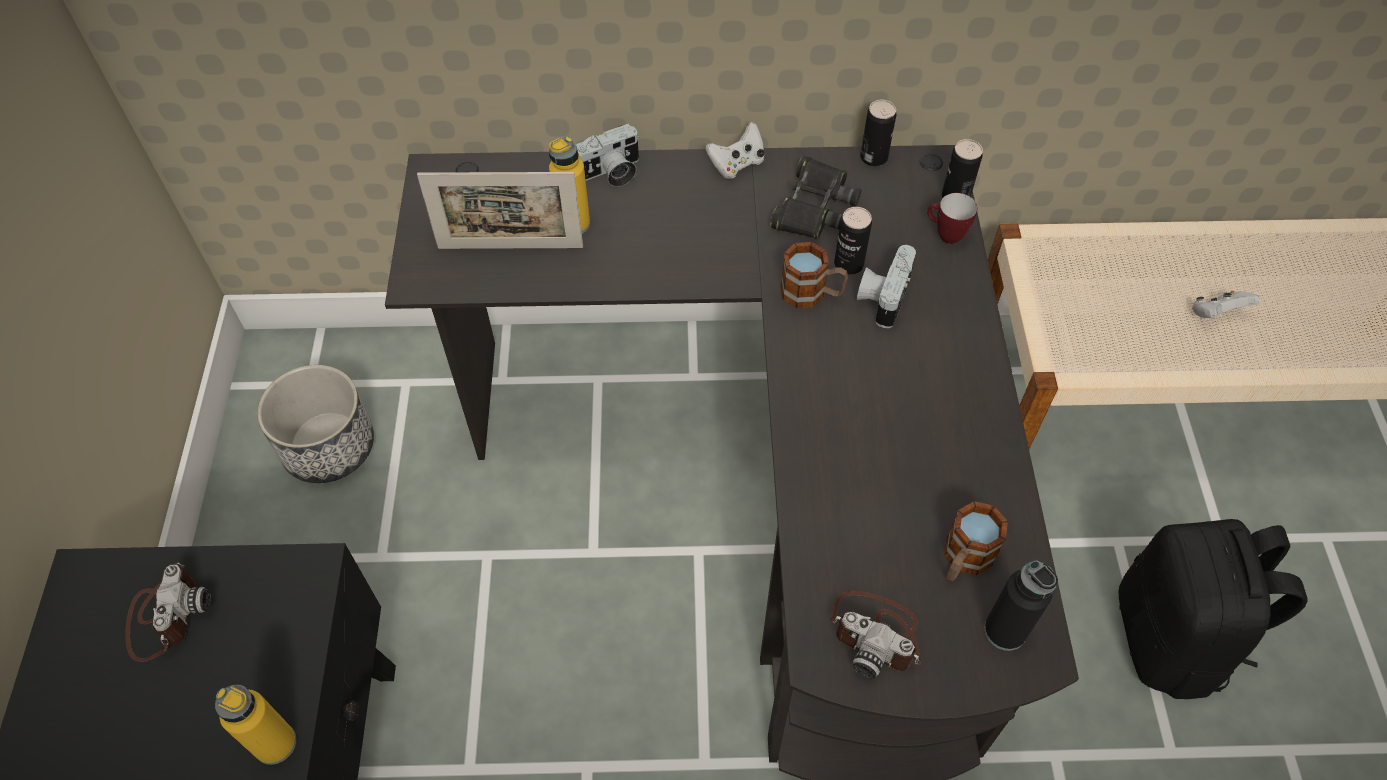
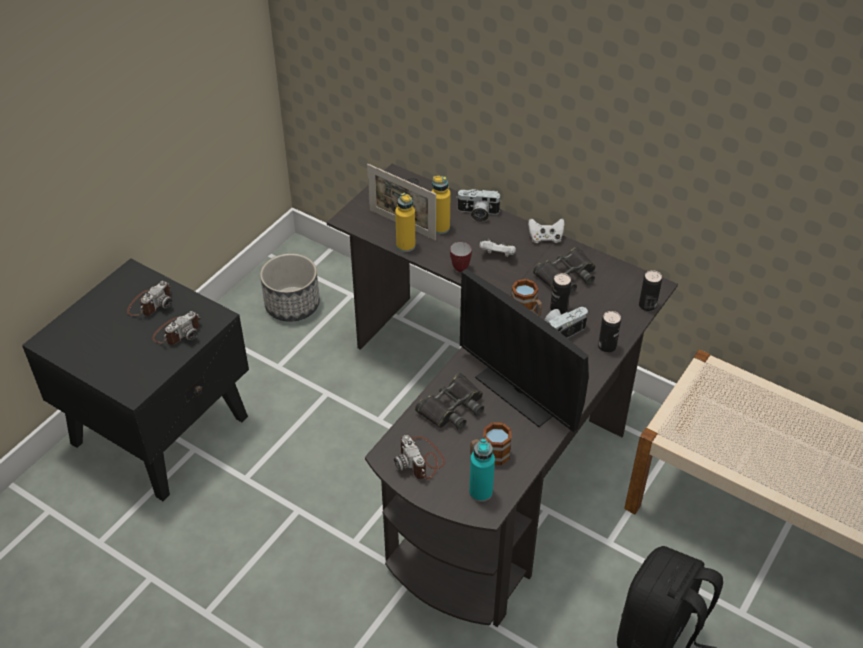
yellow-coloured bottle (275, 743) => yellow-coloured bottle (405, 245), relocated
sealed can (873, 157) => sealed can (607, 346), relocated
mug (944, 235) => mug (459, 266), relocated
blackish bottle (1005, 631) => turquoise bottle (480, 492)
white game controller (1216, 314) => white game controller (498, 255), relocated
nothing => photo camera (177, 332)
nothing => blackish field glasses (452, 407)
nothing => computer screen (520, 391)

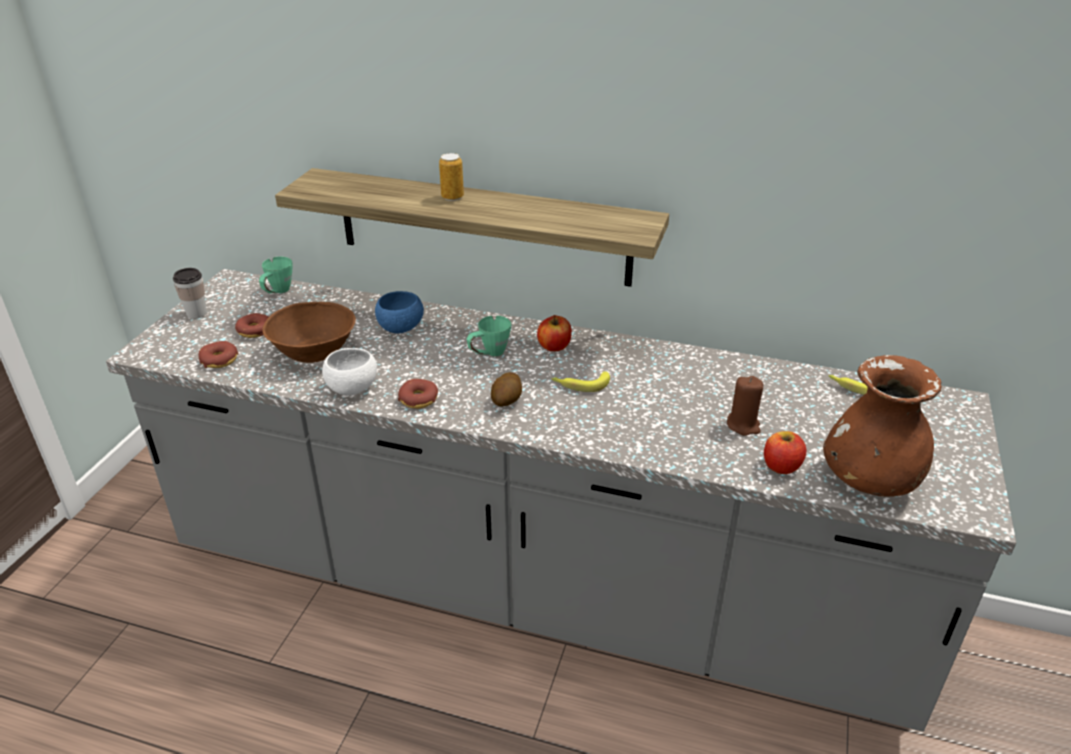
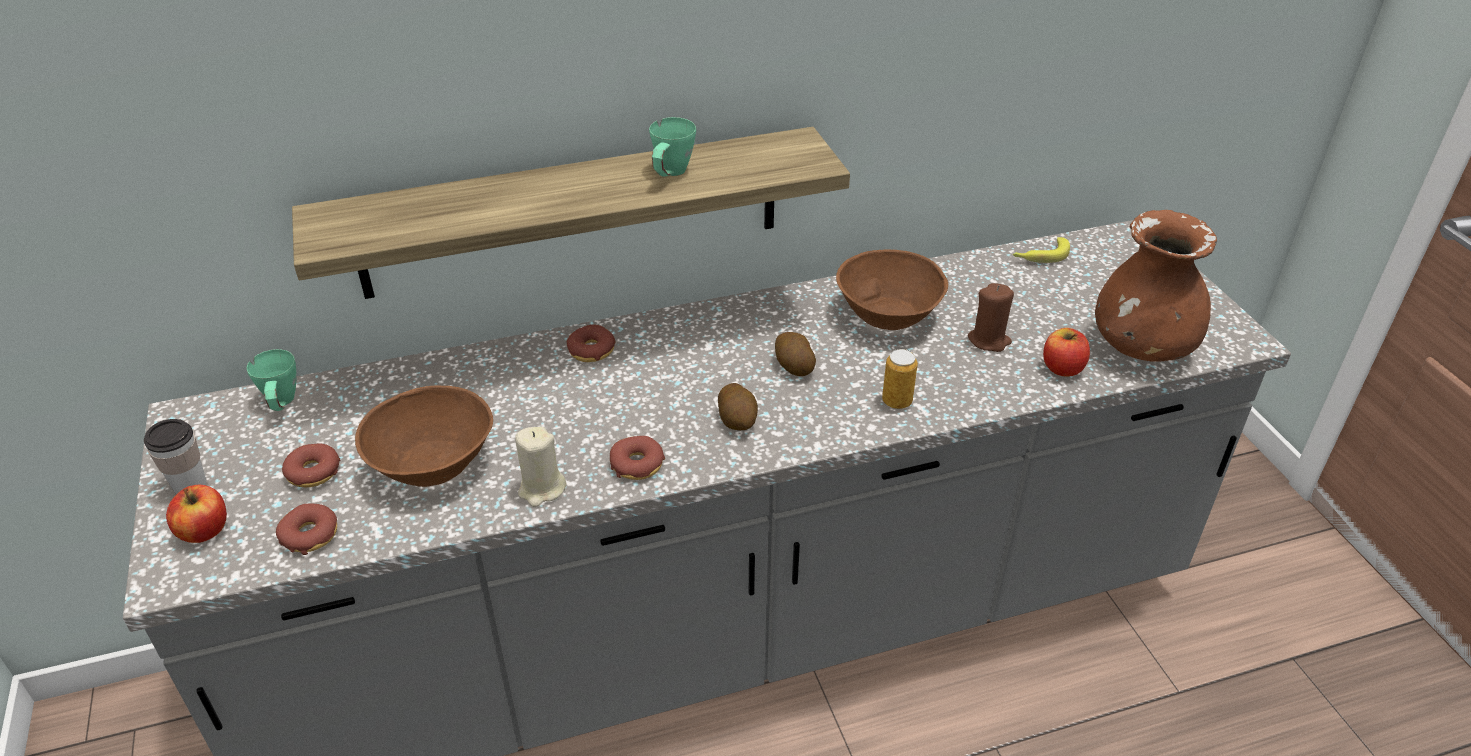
white bowl (352, 389) => beige-coloured candle (541, 489)
bluish bowl (400, 328) => nothing
sealed can (452, 197) => sealed can (897, 401), relocated
green mug (489, 354) => green mug (670, 175), relocated
whole apple (554, 346) => whole apple (204, 530), relocated
banana (580, 384) => potato (793, 366)
nothing => donut (591, 350)
nothing => brown-coloured bowl (890, 315)

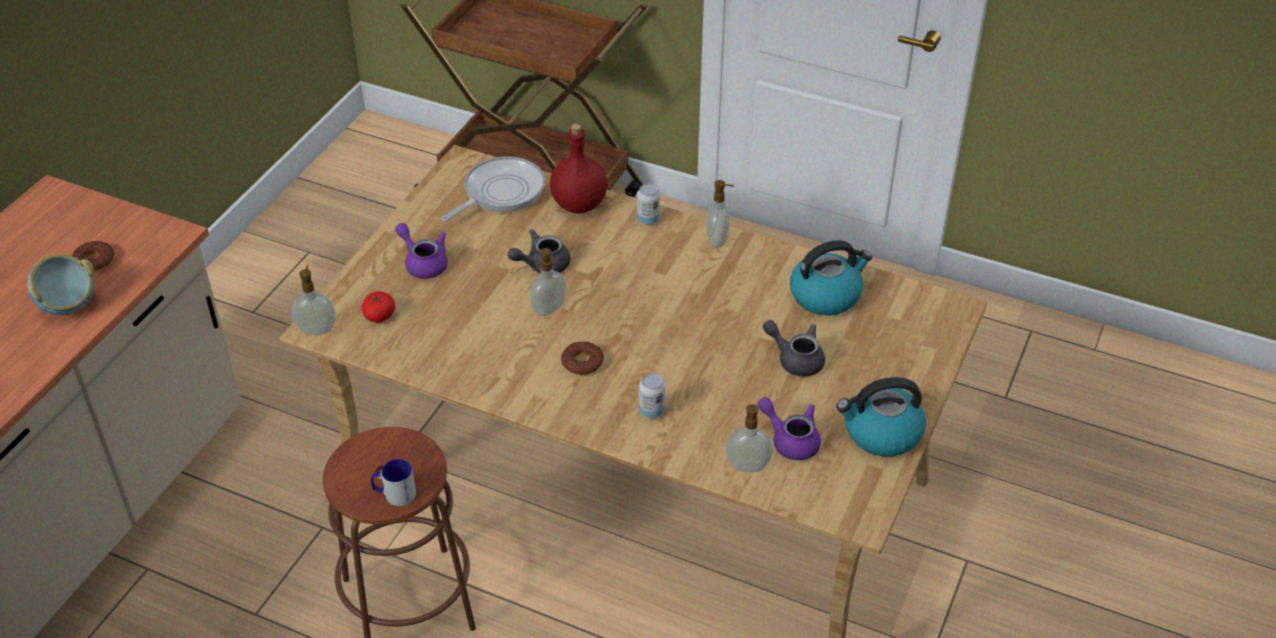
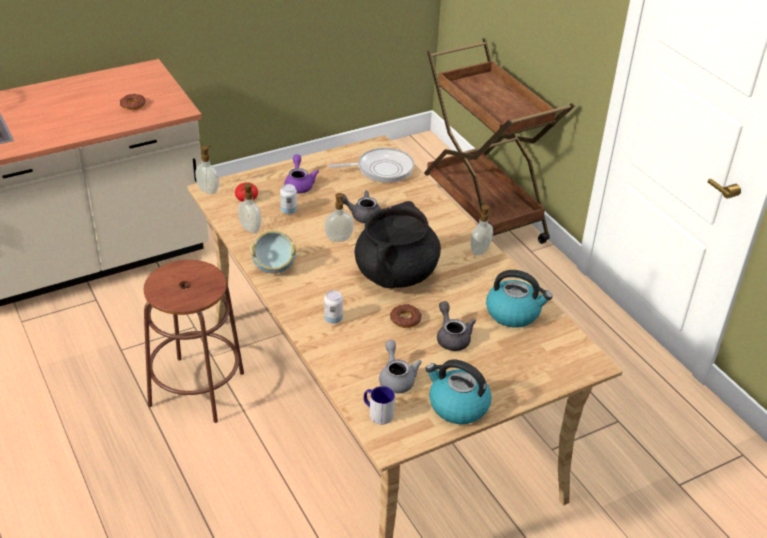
bowl (68, 306) => bowl (273, 268), relocated
mug (394, 494) => mug (377, 413), relocated
red bottle (578, 205) => nothing
donut (582, 362) => donut (405, 319), relocated
sealed can (648, 220) => sealed can (289, 211), relocated
soap bottle (747, 467) => soap bottle (249, 229), relocated
purplish pot for tea (790, 440) => grey pot for tea (396, 378)
nothing => blackish stockpot (396, 274)

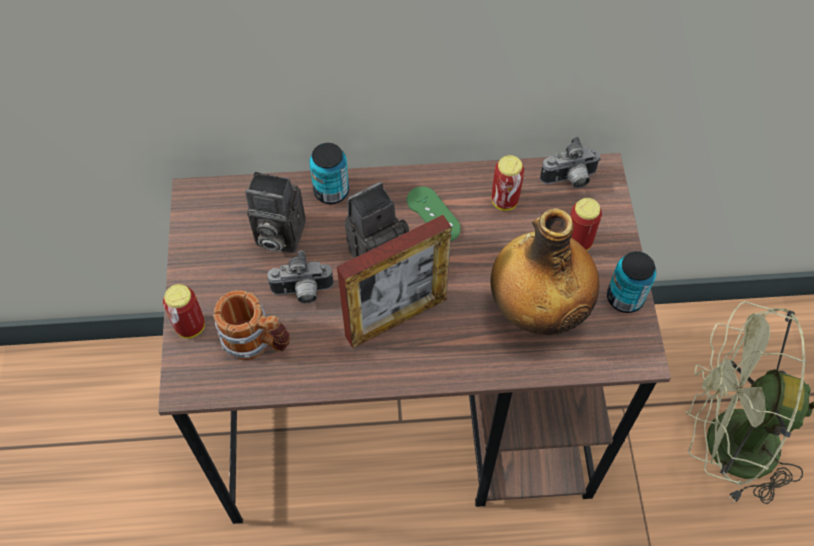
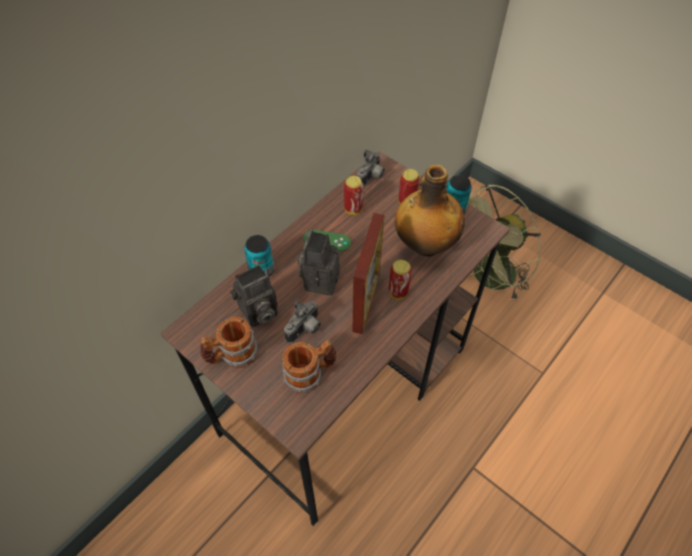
sealed can (190, 326) => sealed can (398, 292), relocated
nothing => mug (232, 355)

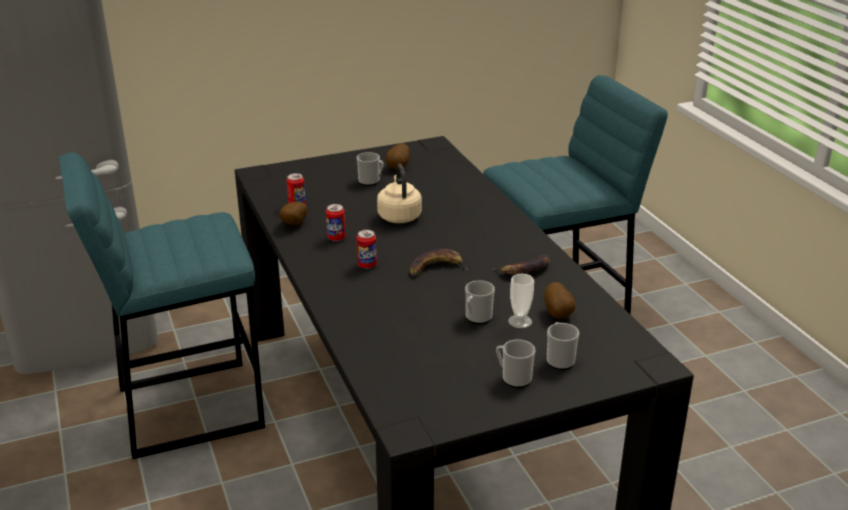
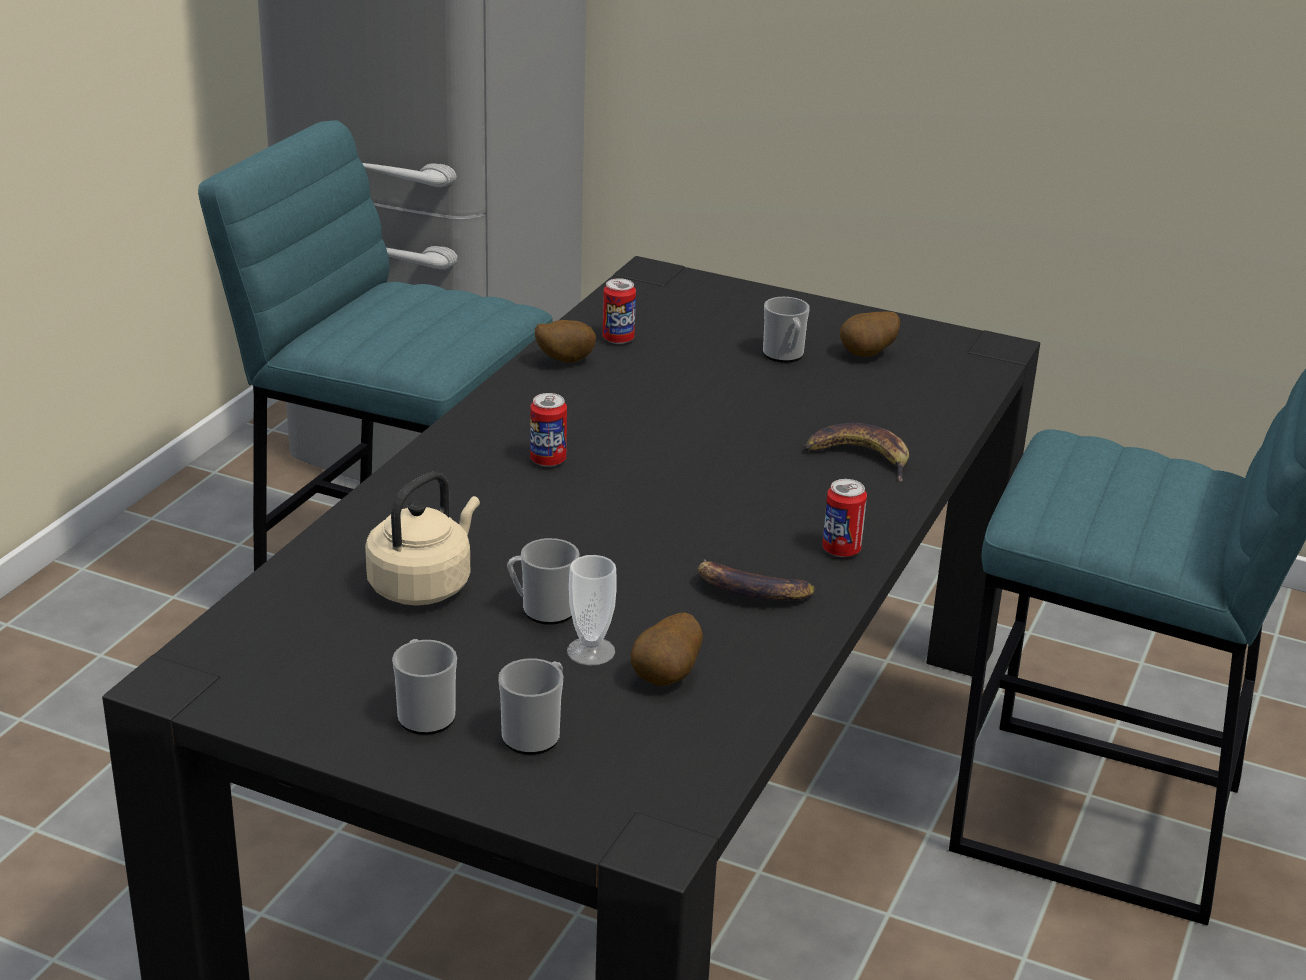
sealed can (336, 238) => sealed can (841, 550), relocated
beige-coloured tea kettle (399, 216) => beige-coloured tea kettle (423, 585), relocated
banana (436, 268) => banana (860, 458), relocated

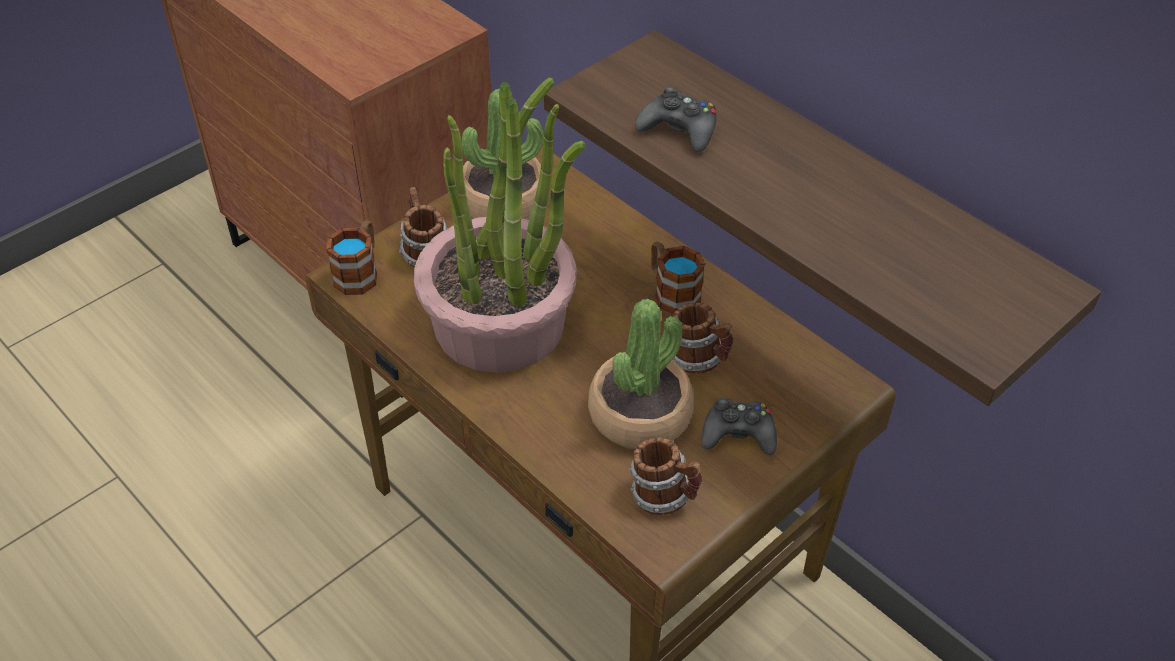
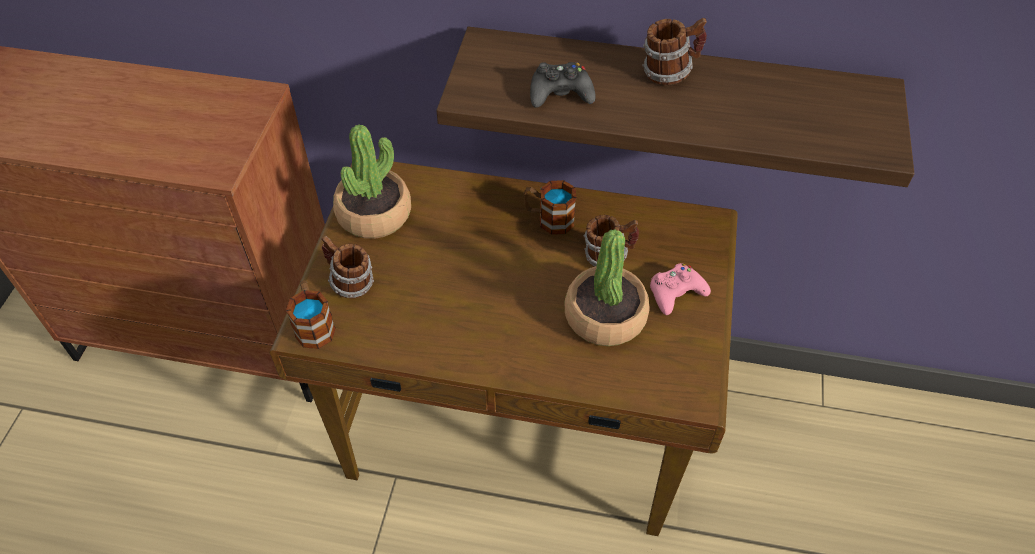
plant in a pot (501, 324) => nothing
mug (664, 497) => mug (669, 72), relocated
blackish game controller (738, 434) => pinkish game controller (675, 293)

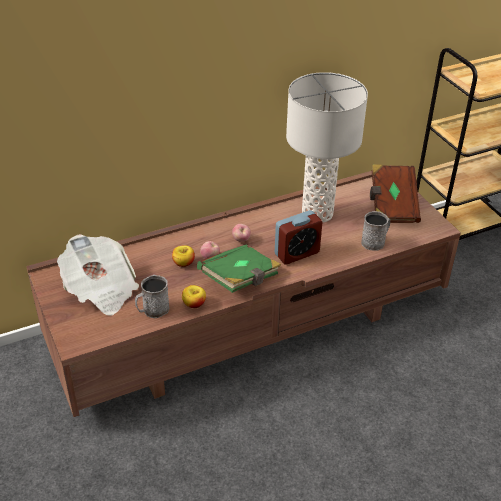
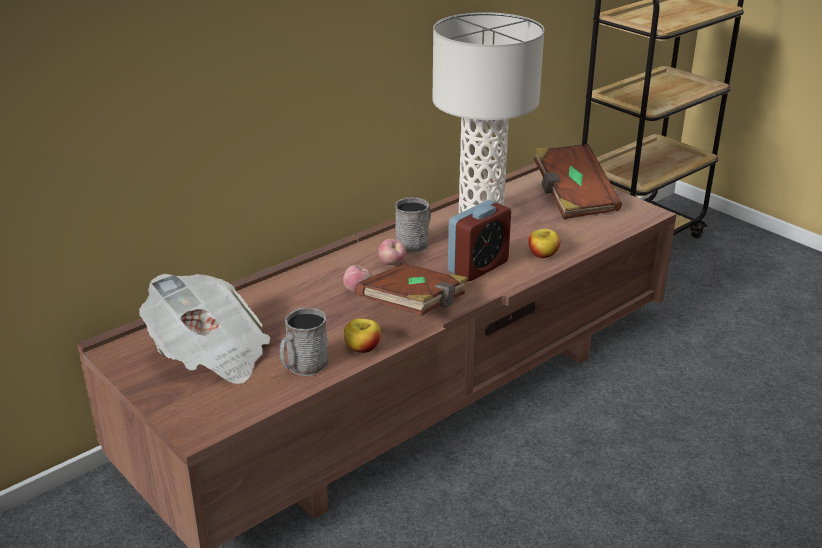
whole apple (183, 263) => whole apple (543, 254), relocated
green bound book (240, 279) => brown-coloured bound book (415, 308)
grey mug (375, 241) => grey mug (415, 242), relocated

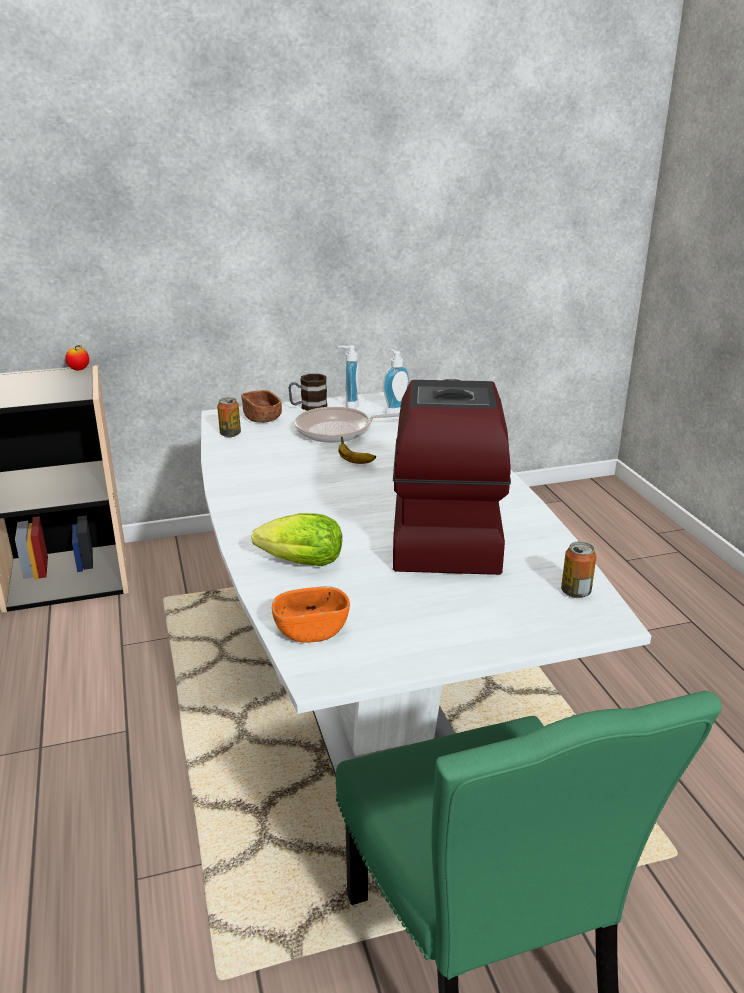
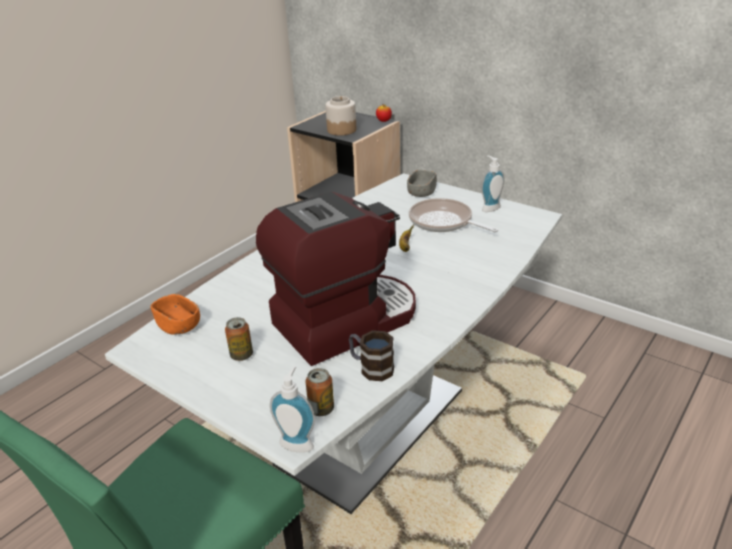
sealed can (230, 434) => sealed can (241, 355), relocated
brown-coloured bowl (262, 418) => grey bowl (421, 192)
lettuce head (297, 563) => nothing
mug (308, 407) => mug (371, 367), relocated
soap bottle (394, 412) => soap bottle (298, 442), relocated
nothing => jar (341, 130)

